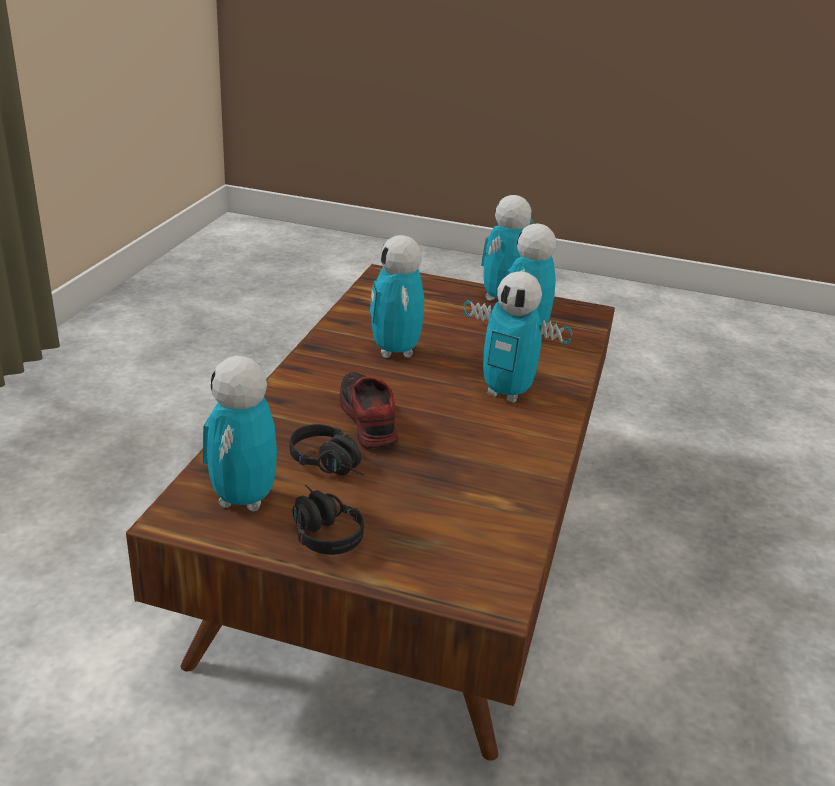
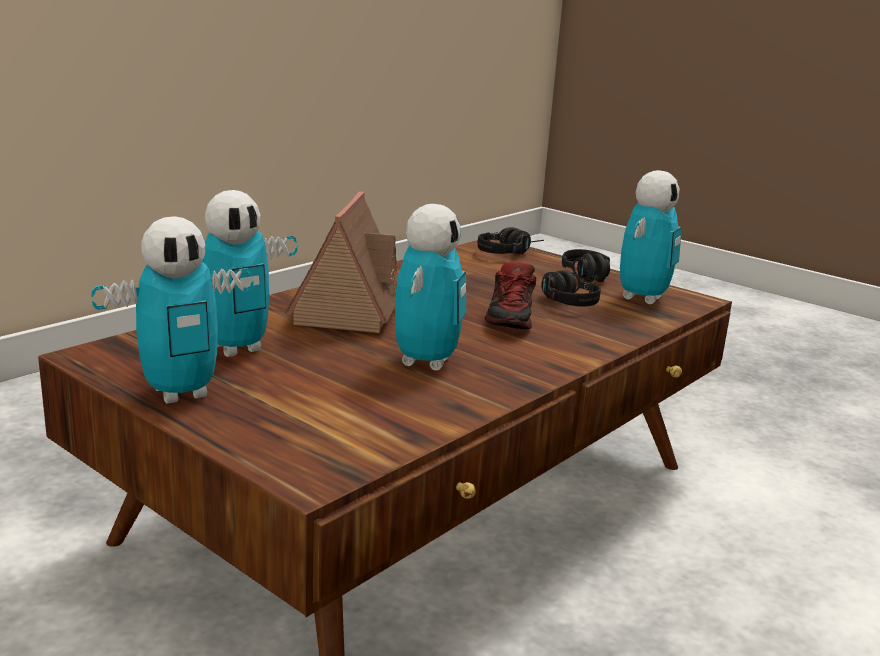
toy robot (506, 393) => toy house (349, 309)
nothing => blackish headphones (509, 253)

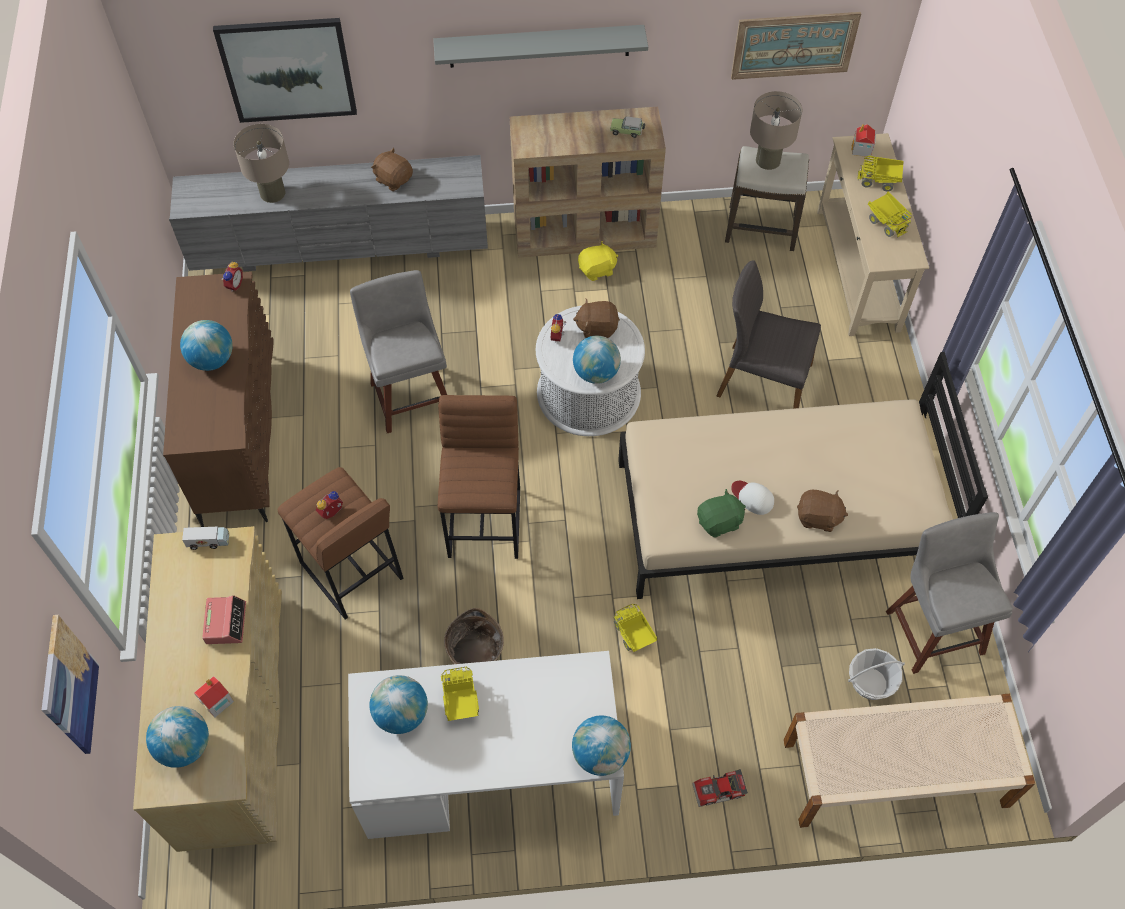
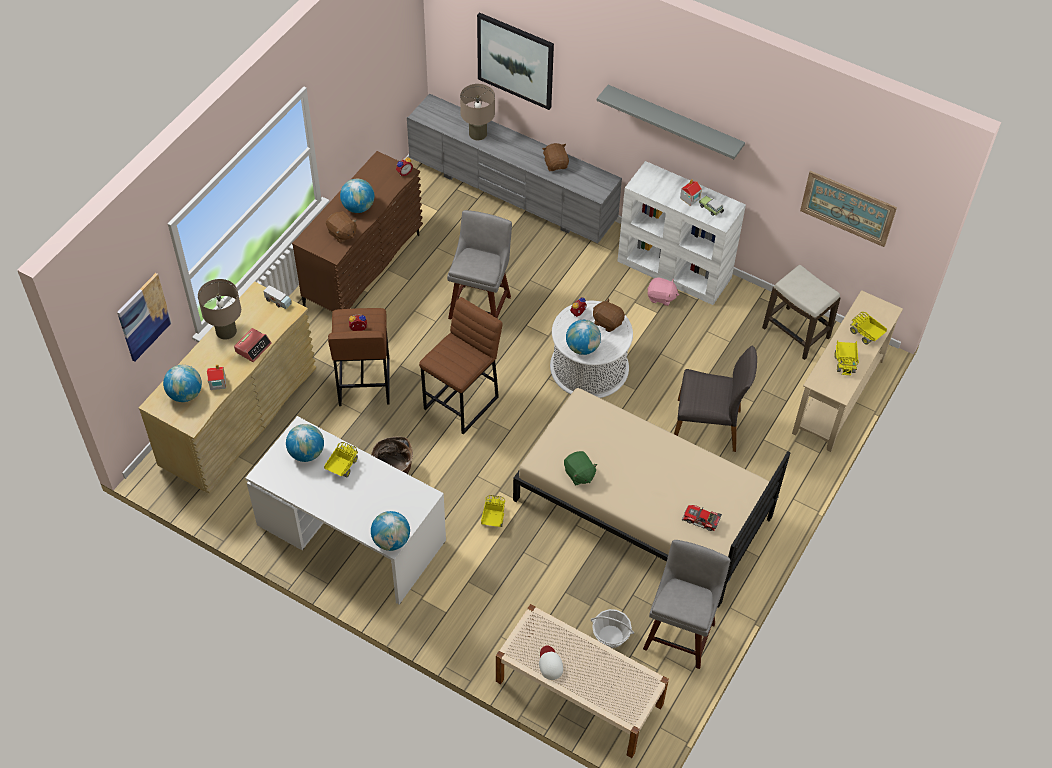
brown-coloured bookcase (584, 231) => white bookcase (674, 269)
yellow-coloured plush toy (597, 270) => pinkish plush toy (661, 297)
toy car (719, 791) => toy car (700, 520), relocated
green plush toy (719, 522) => green plush toy (579, 474), 45 degrees clockwise
grey chair (762, 380) => grey chair (707, 426), 135 degrees clockwise
white baseball cap (752, 497) => white baseball cap (550, 663), relocated
beige-coloured lamp for a table (768, 160) => beige-coloured lamp for a table (226, 331), relocated
brown-coloured plush toy (818, 517) => brown-coloured plush toy (342, 234), relocated
toy house (861, 149) => toy house (689, 198), relocated

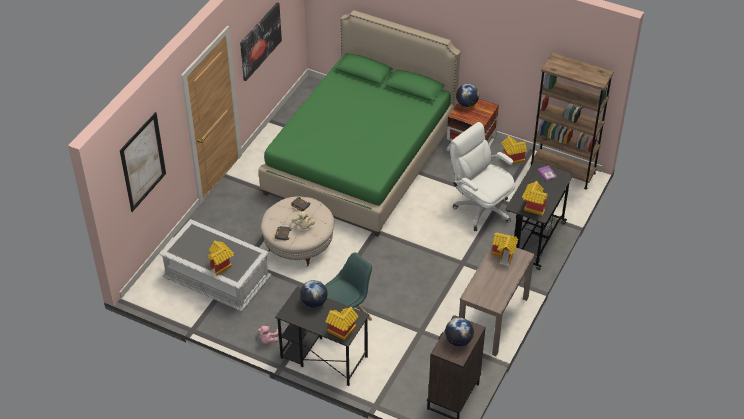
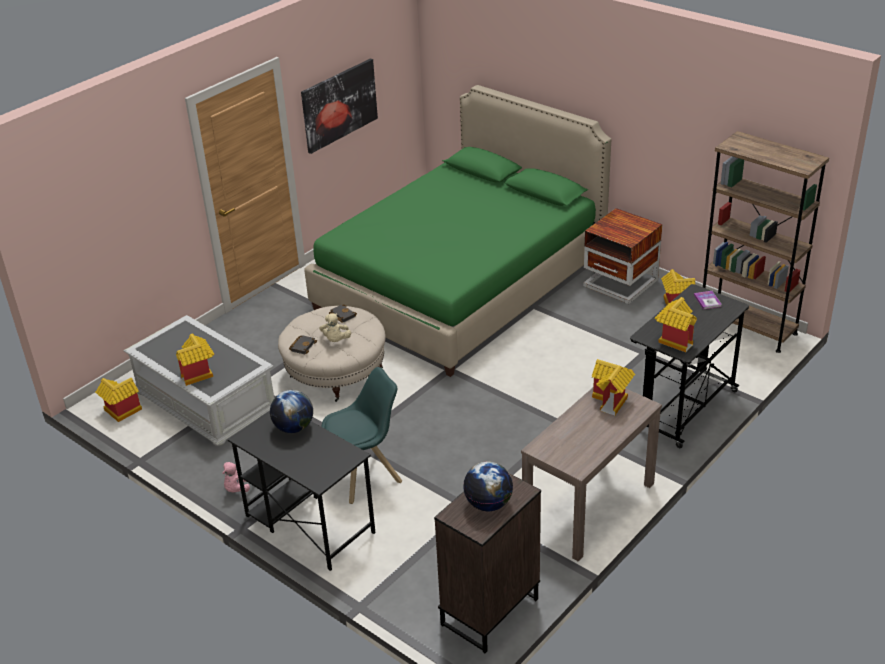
picture (143, 162) => nothing
toy house (341, 332) => toy house (121, 412), relocated
white office chair (480, 208) => nothing
world globe (467, 104) => nothing

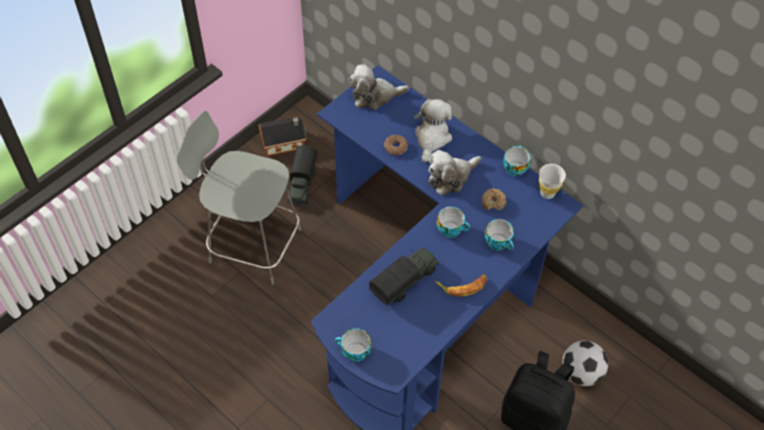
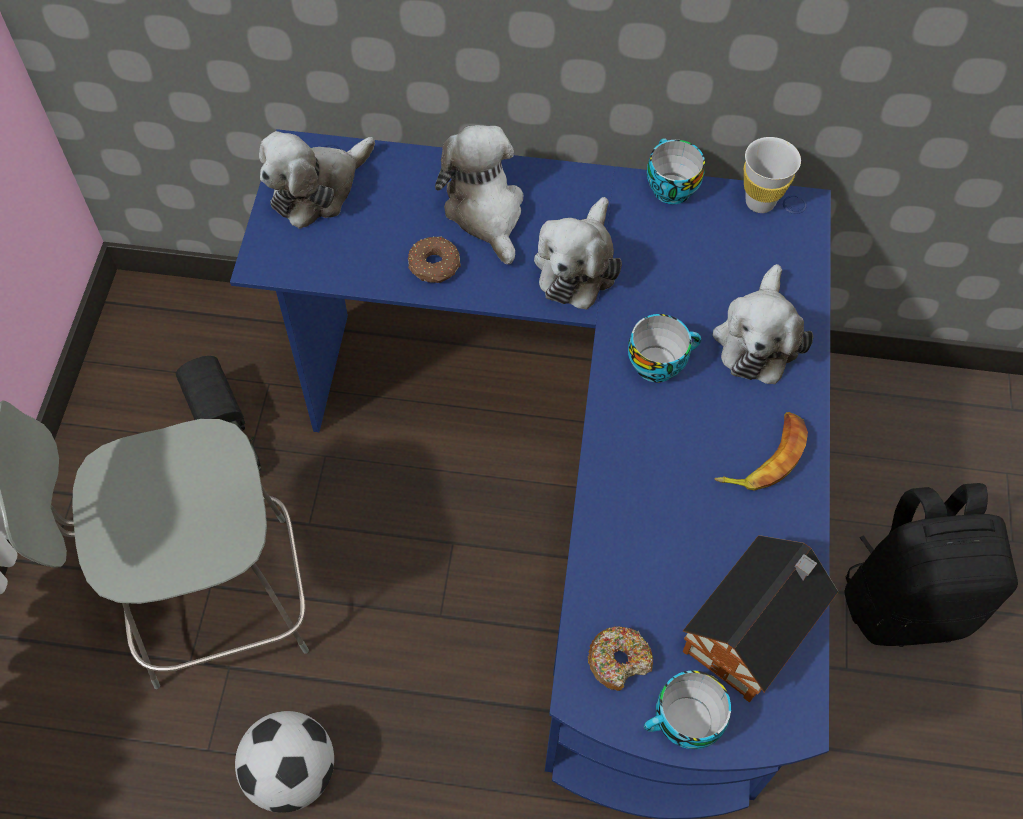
toy house (285, 142) => toy house (755, 627), relocated
toy truck (405, 282) => nothing
donut (493, 202) => donut (619, 660), relocated
drinking cup (499, 243) => plush toy (757, 338)
football ball (581, 373) => football ball (292, 773), relocated

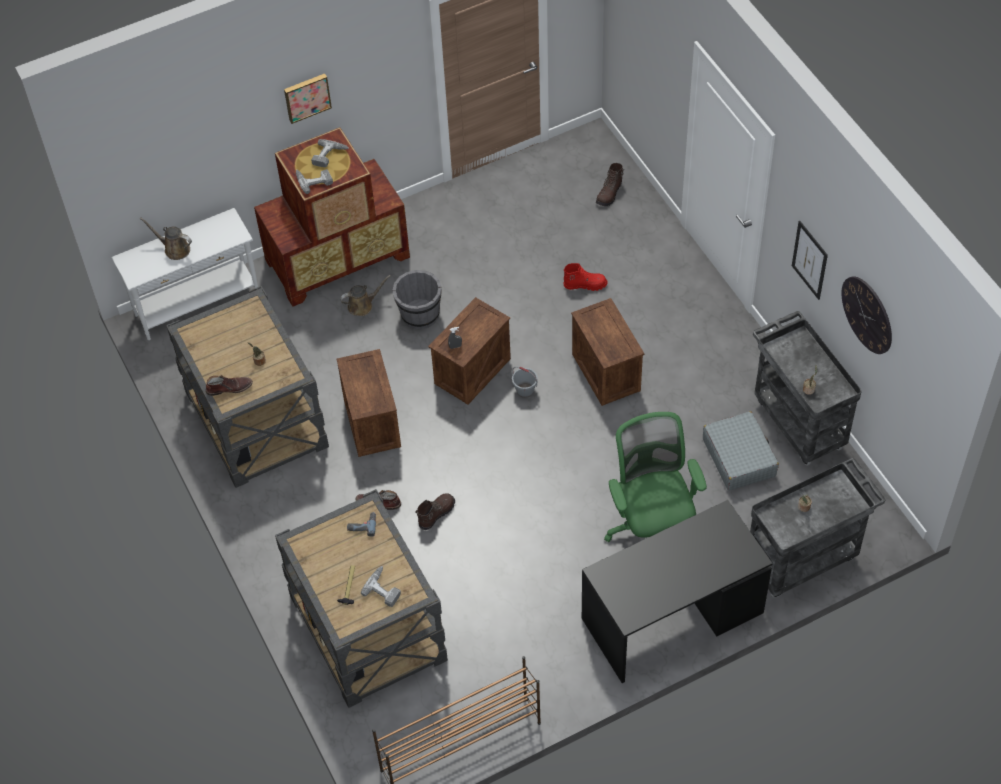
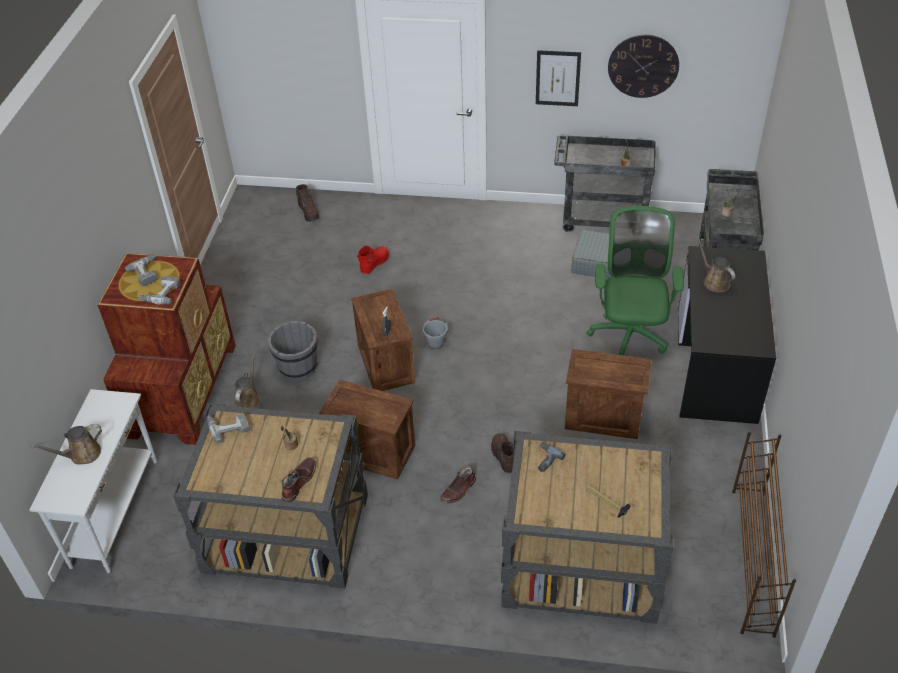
picture (307, 97) => nothing
drill (384, 588) => drill (228, 426), relocated
shipping crate (605, 372) => shipping crate (602, 418), relocated
green office chair (651, 531) => green office chair (630, 338), 75 degrees clockwise
nothing => brown-coloured watering pot (714, 281)

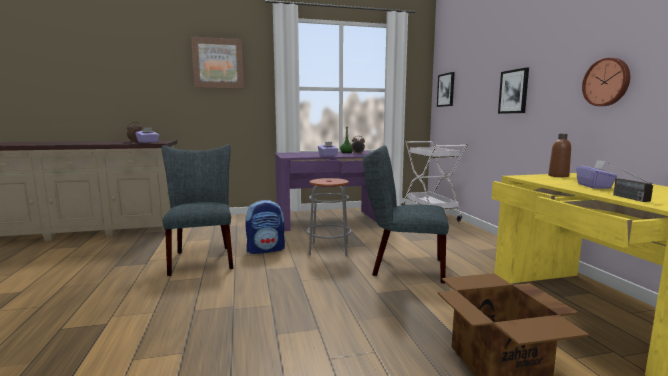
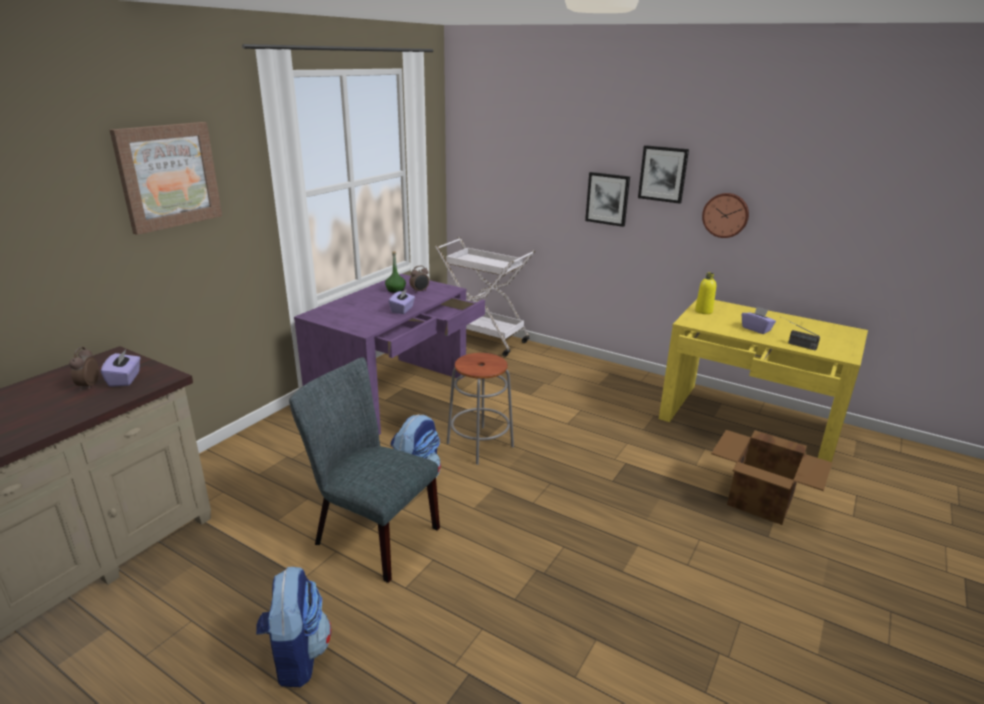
grey chair (402, 267) => nothing
picture (446, 90) => picture (663, 174), relocated
brown-coloured bottle (558, 176) => yellow-coloured bottle (703, 311)
nothing => knapsack (296, 656)

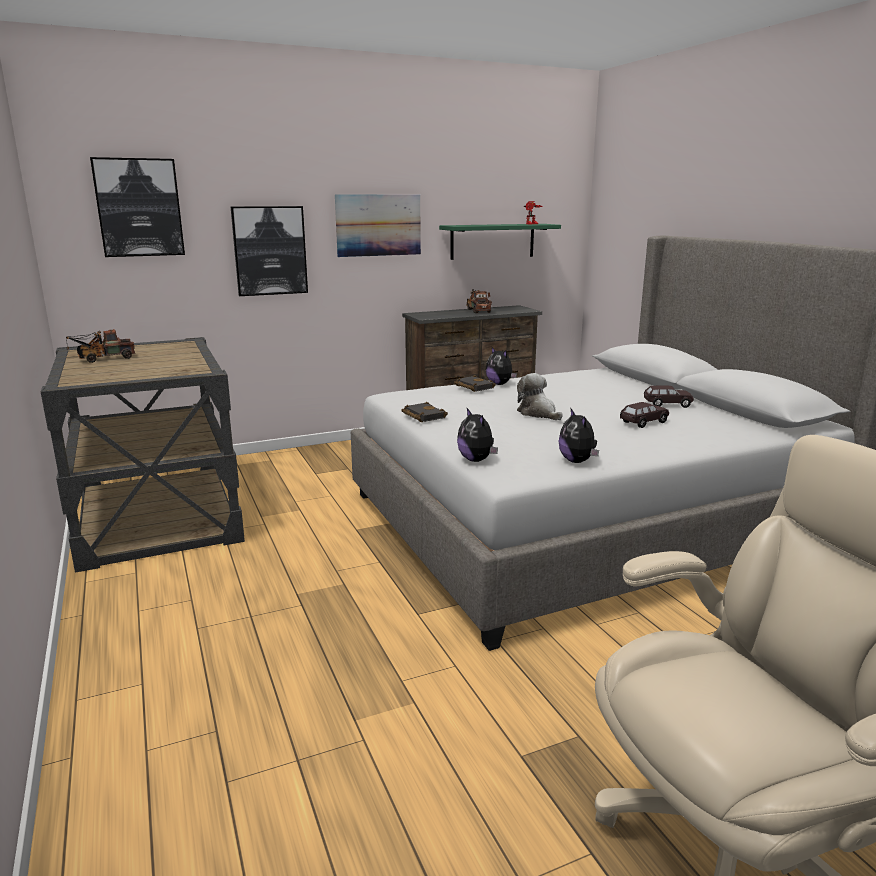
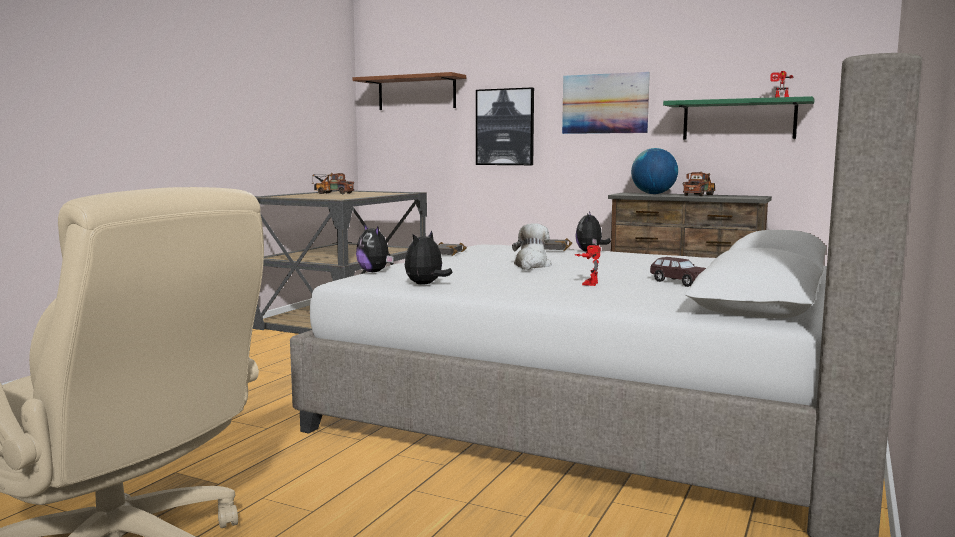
picture (139, 208) => brown-coloured bracket shelf (416, 93)
plush toy (477, 460) => plush toy (375, 272), 60 degrees counterclockwise
brown-coloured toy car (643, 422) => toy robot (587, 283)
nothing => world globe (653, 194)

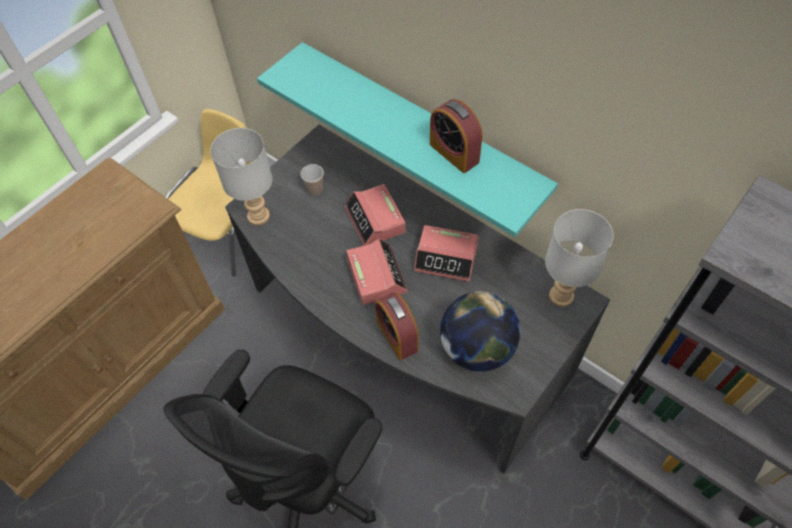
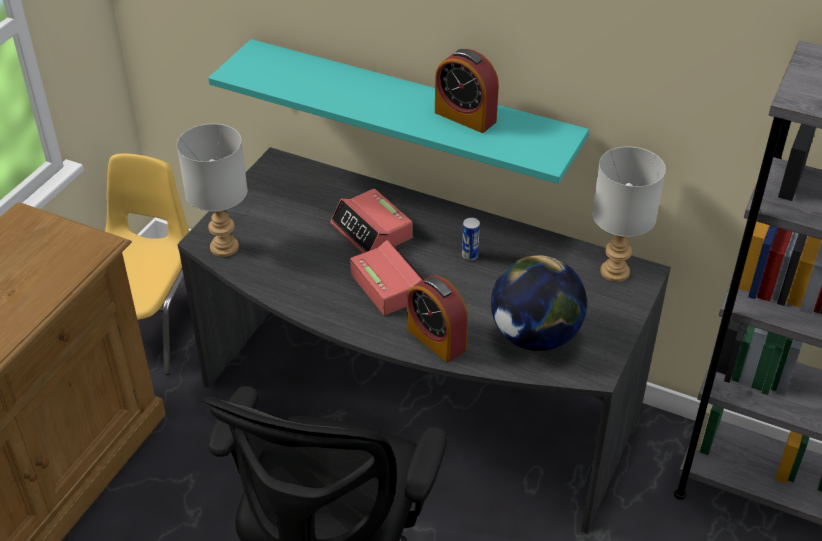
drinking cup (315, 189) => nothing
bedside clock (446, 258) => sealed can (469, 255)

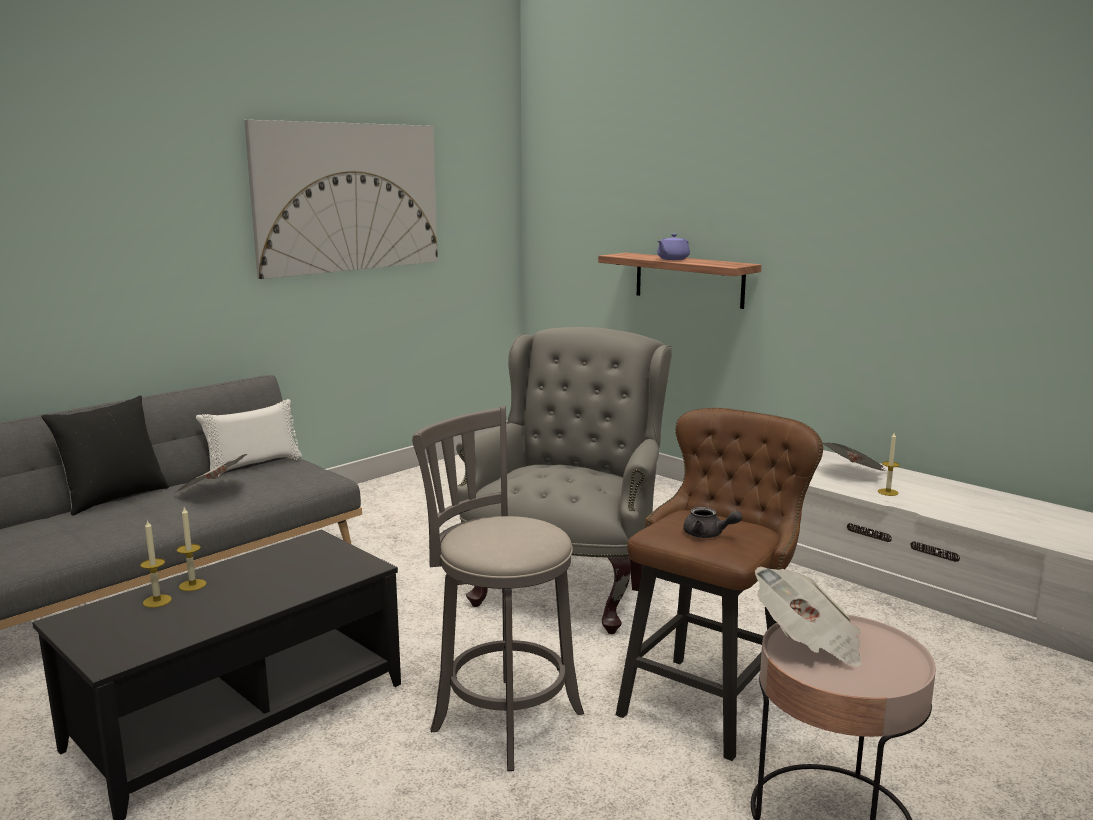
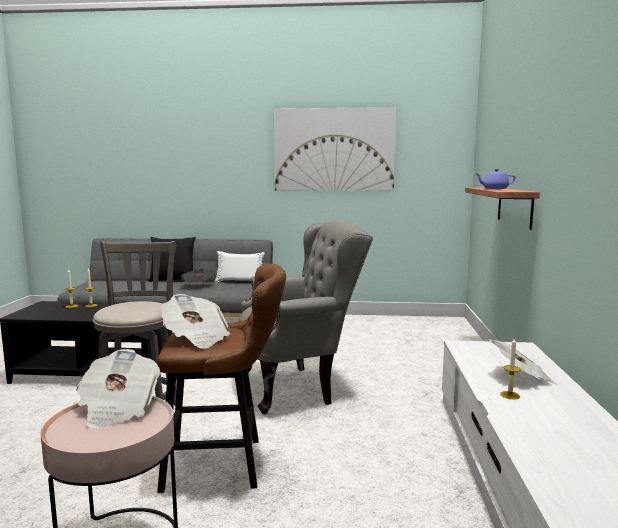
grey pot for tea (708, 535) => newspaper (196, 338)

